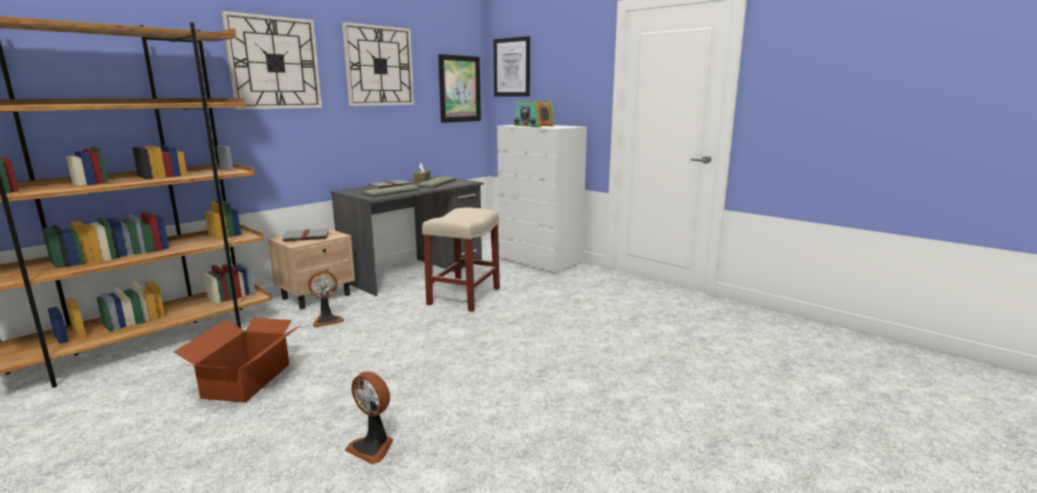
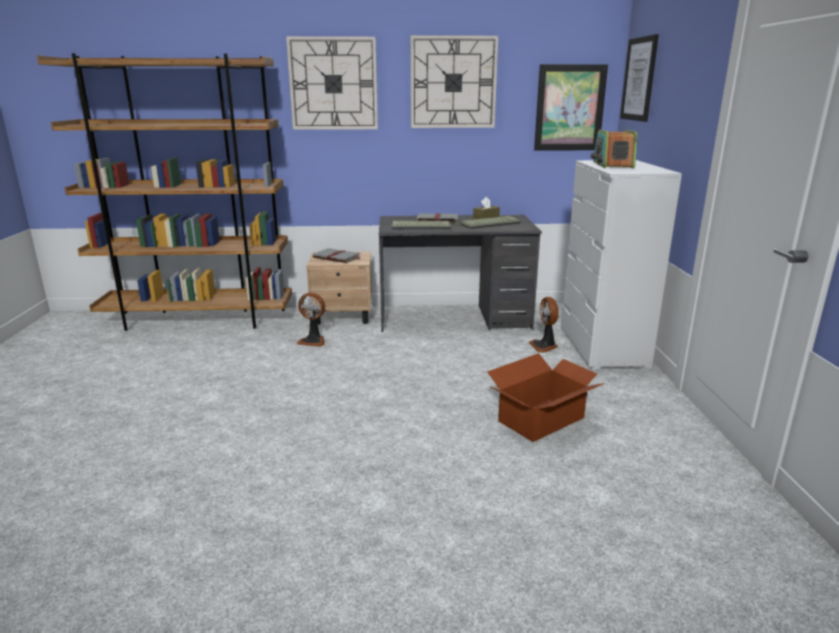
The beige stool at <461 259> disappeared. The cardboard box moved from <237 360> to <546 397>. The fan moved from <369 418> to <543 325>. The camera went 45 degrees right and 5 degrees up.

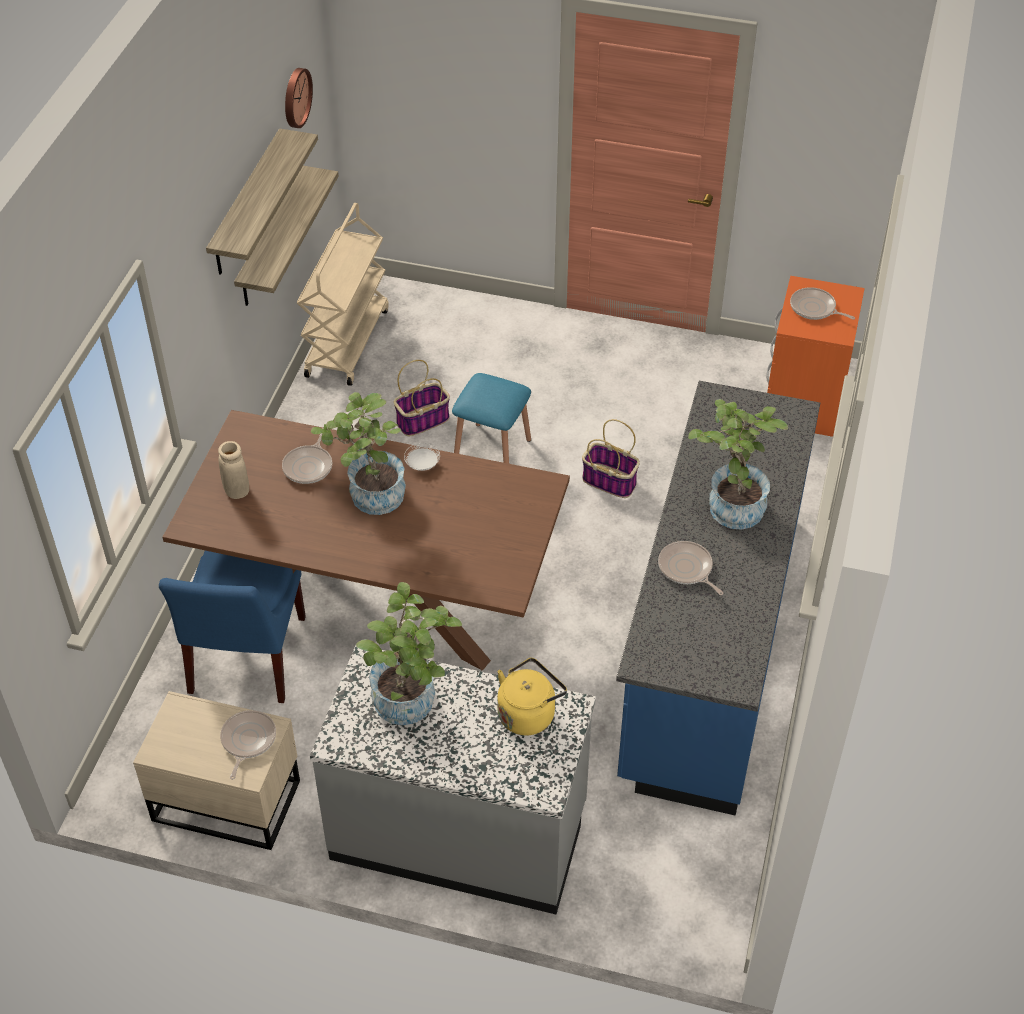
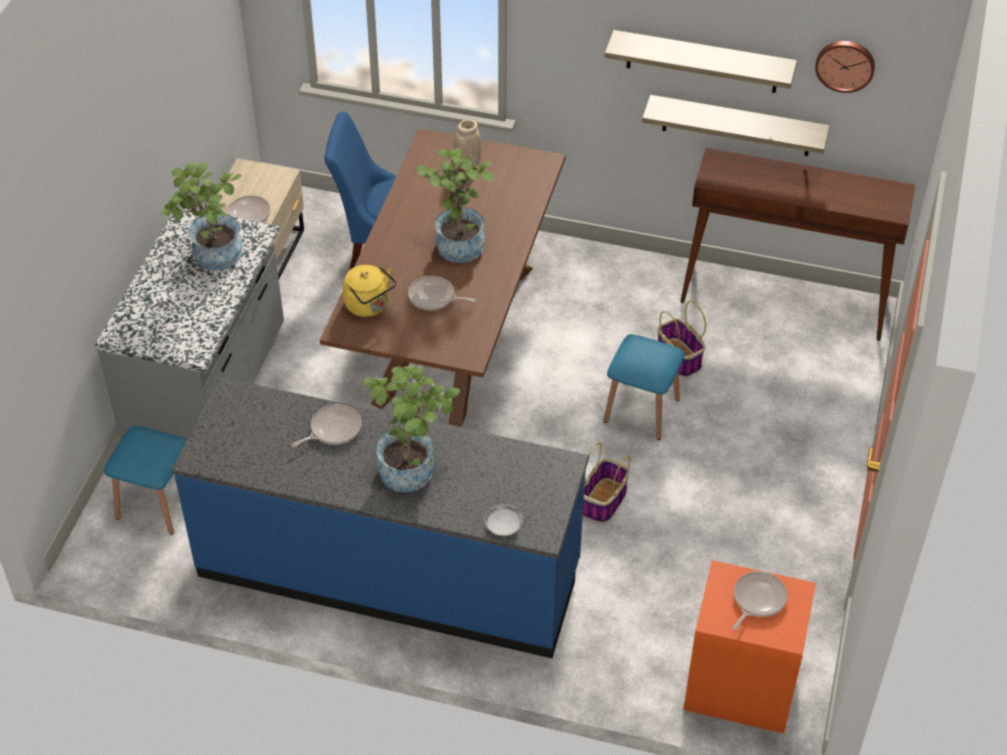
The blue stool at <145 480> appeared. The frying pan moved from <307 458> to <442 293>. The white plate moved from <422 457> to <504 520>. The yellow kettle moved from <532 697> to <369 291>. The beige cart at <343 294> was replaced by the brown console table at <797 244>. The camera went 90 degrees right and 0 degrees up.

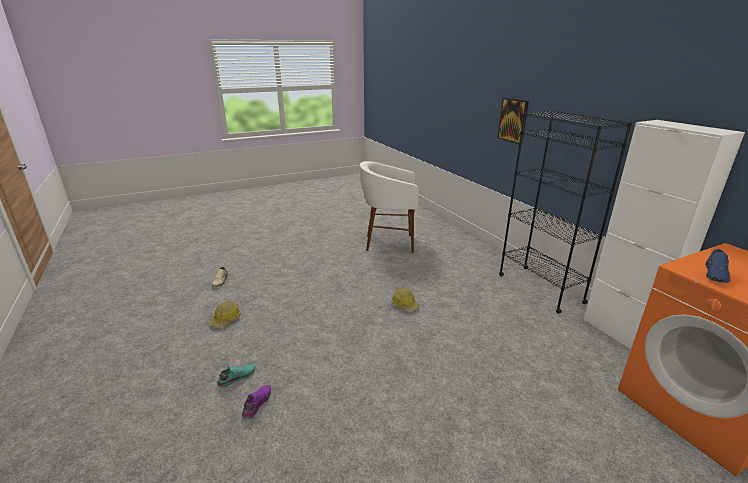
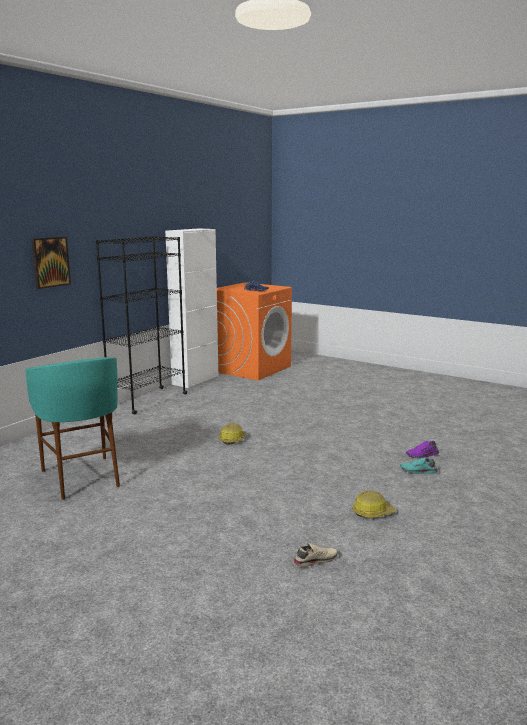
The white stool at <389 207> became the turquoise stool at <72 428>. The camera went 120 degrees left and 10 degrees down.

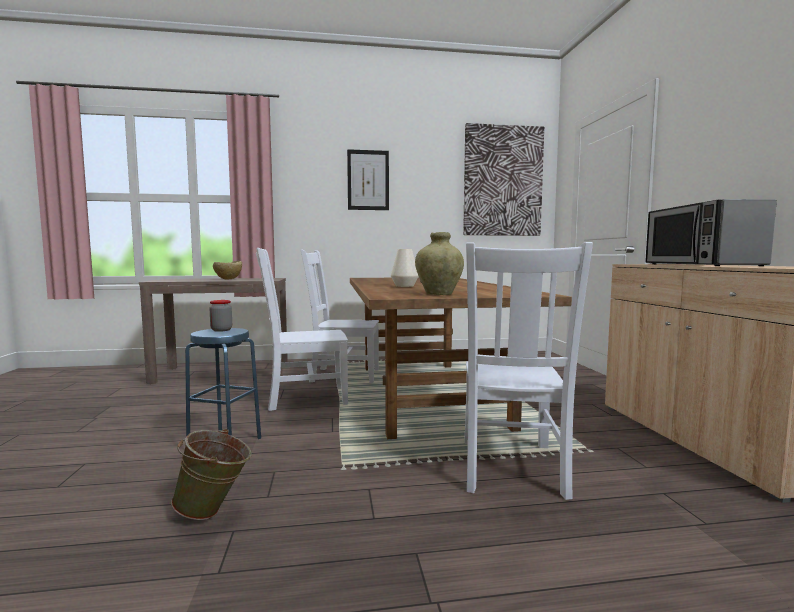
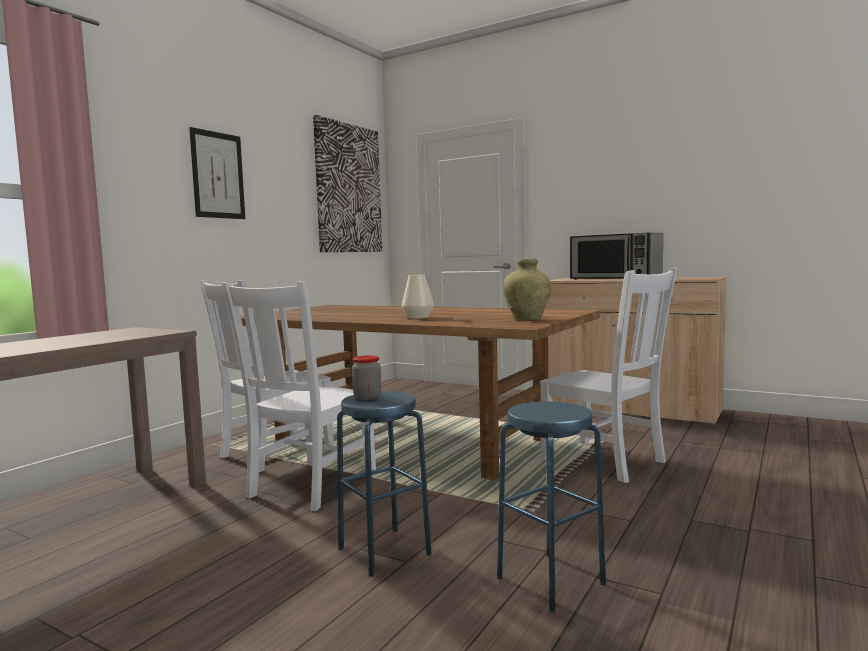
The beige bowl at <227 270> disappeared. The green bucket at <211 474> was replaced by the blue stool at <551 506>. The camera went 50 degrees left and 0 degrees up.

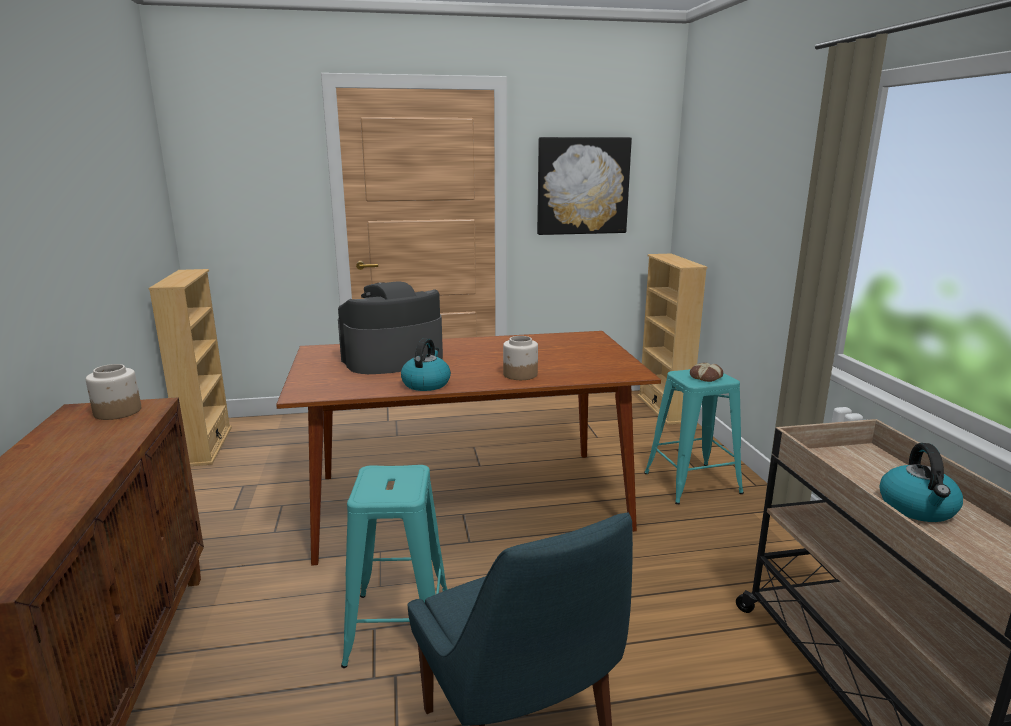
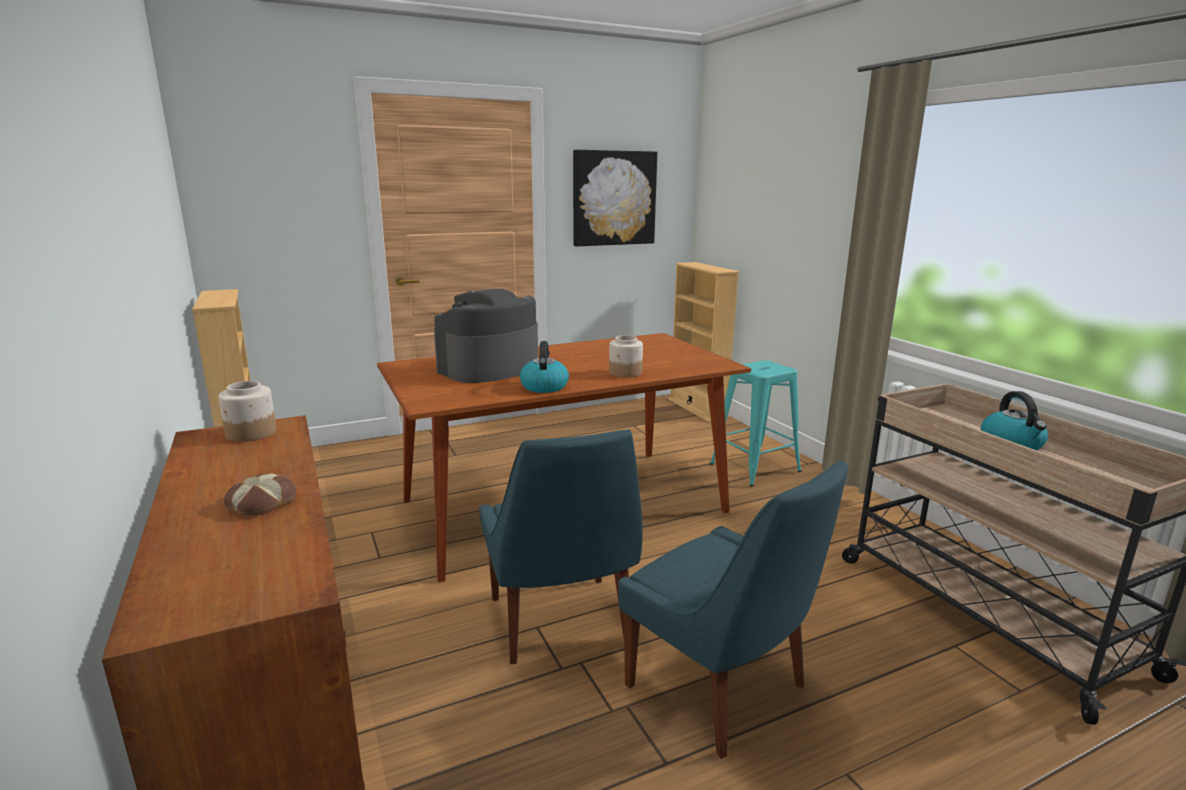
The bread moved from <706 372> to <260 494>. The turquoise stool at <394 566> was replaced by the blue chair at <561 547>. The camera went 15 degrees left and 0 degrees up.

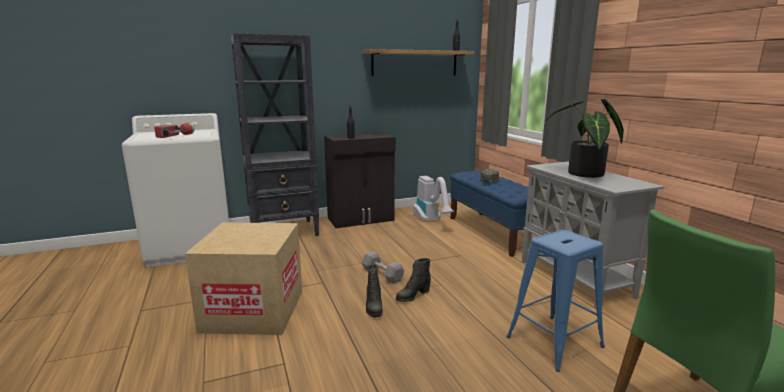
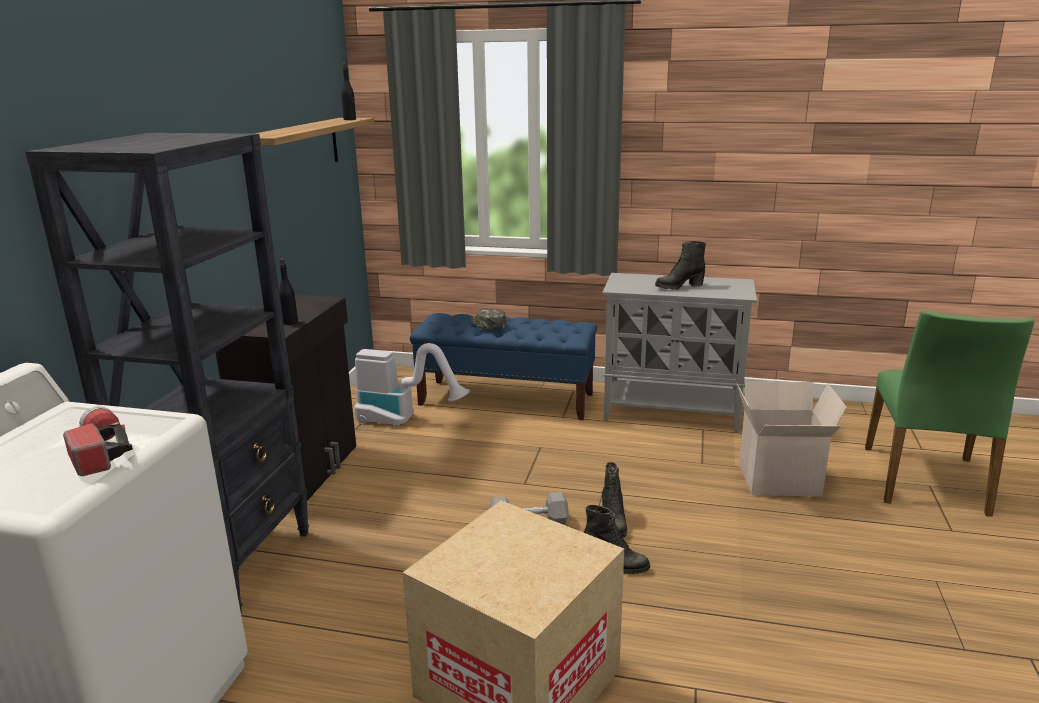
The blue stool at <555 301> was replaced by the cardboard box at <791 438>. The potted plant at <585 138> was replaced by the black boot at <680 265>. The camera went 55 degrees left and 5 degrees up.

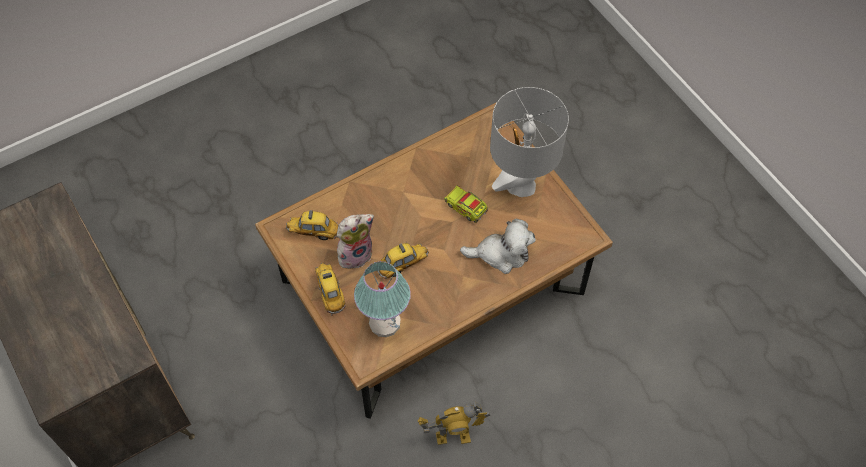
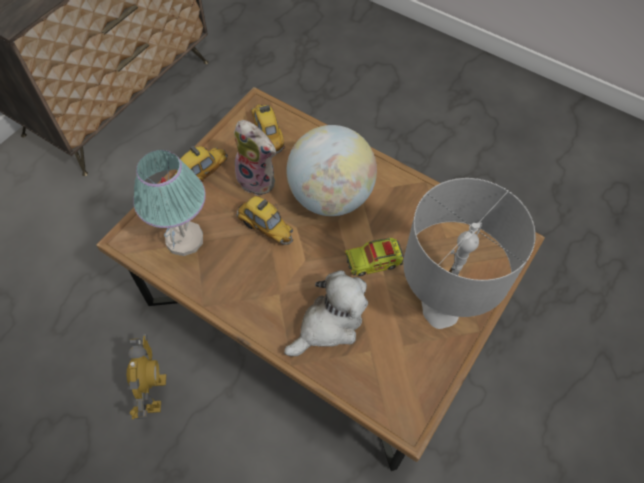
The globe at <331 170> appeared. The toy robot at <454 423> turned 150 degrees counterclockwise. The toy truck at <466 204> turned 120 degrees counterclockwise. The plush toy at <498 246> turned 105 degrees counterclockwise. The camera went 65 degrees right and 0 degrees up.

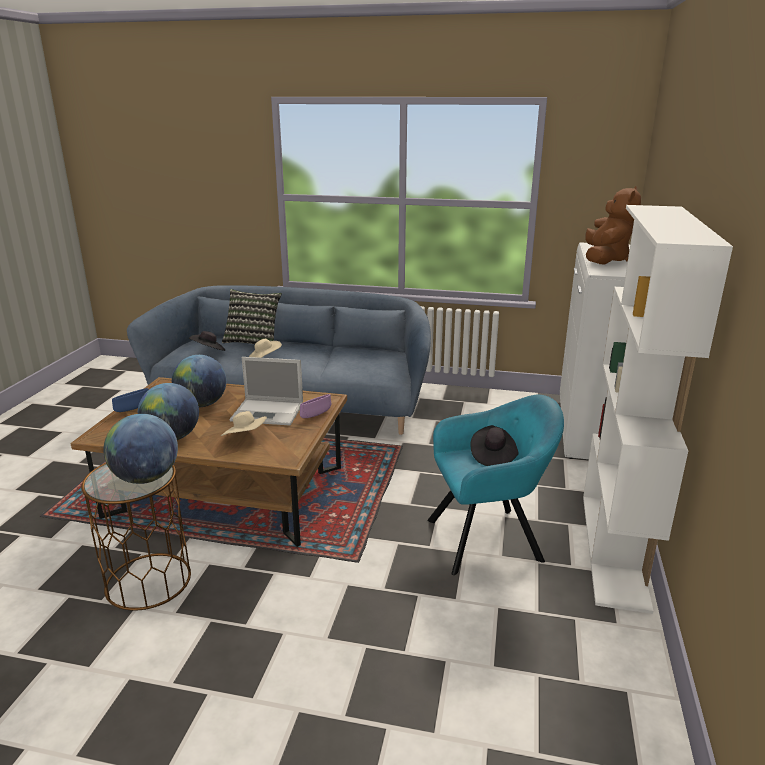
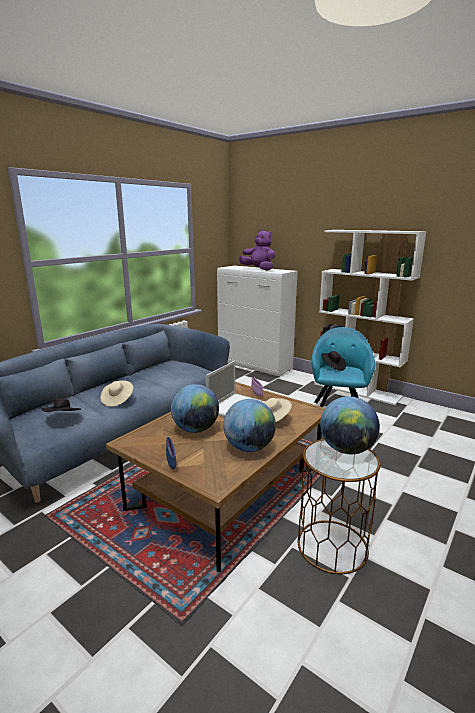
The pillow at <252 316> disappeared. The brown plush toy at <613 225> became the purple plush toy at <257 250>. The camera went 65 degrees left and 5 degrees down.

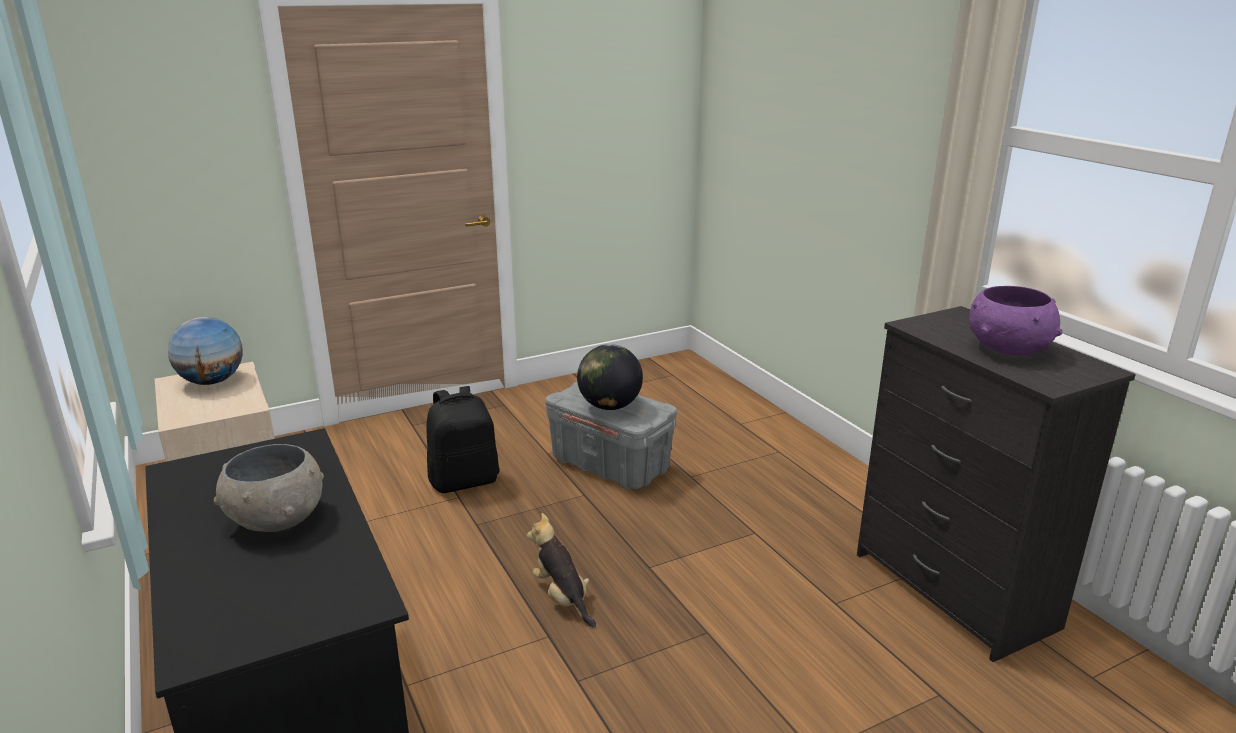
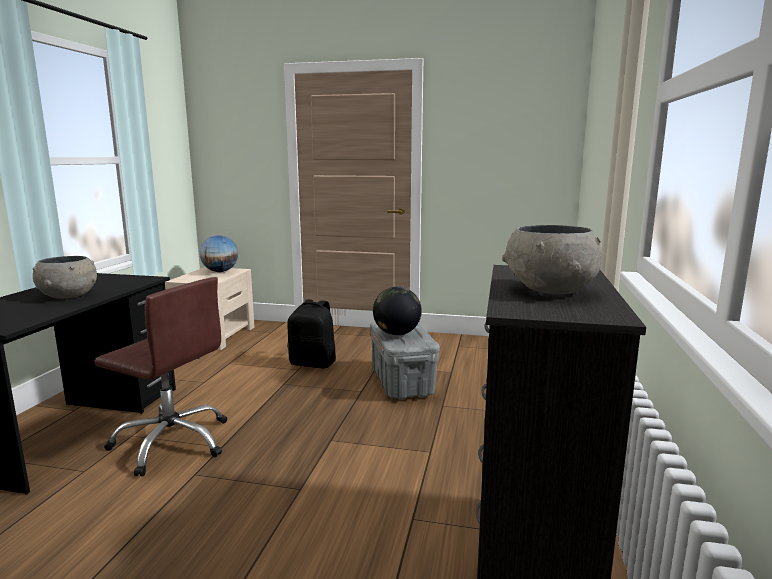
The plush toy at <561 570> disappeared. The brown office chair at <160 377> appeared. The purple bowl at <1015 321> became the grey bowl at <552 260>. The camera went 40 degrees right and 10 degrees down.

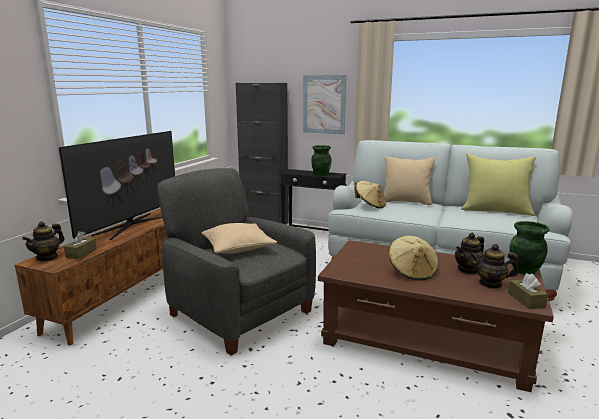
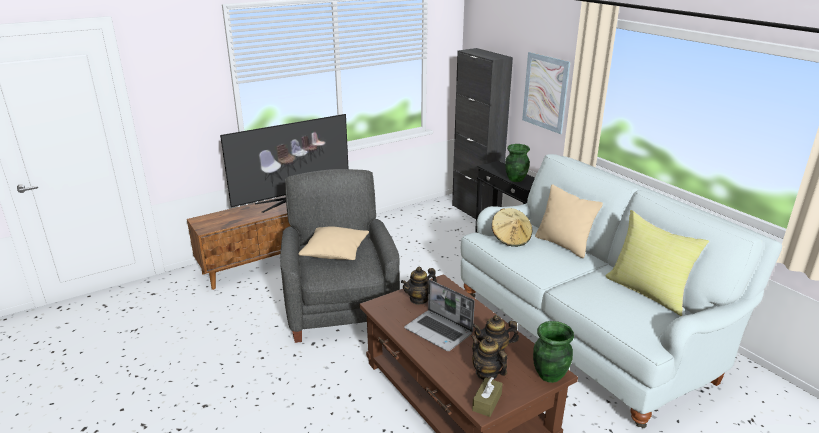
The brown tissue box at <80 245> disappeared. The teapot moved from <43 241> to <419 286>. The beige hat at <414 258> was replaced by the laptop at <439 315>. The camera went 35 degrees right and 10 degrees up.

